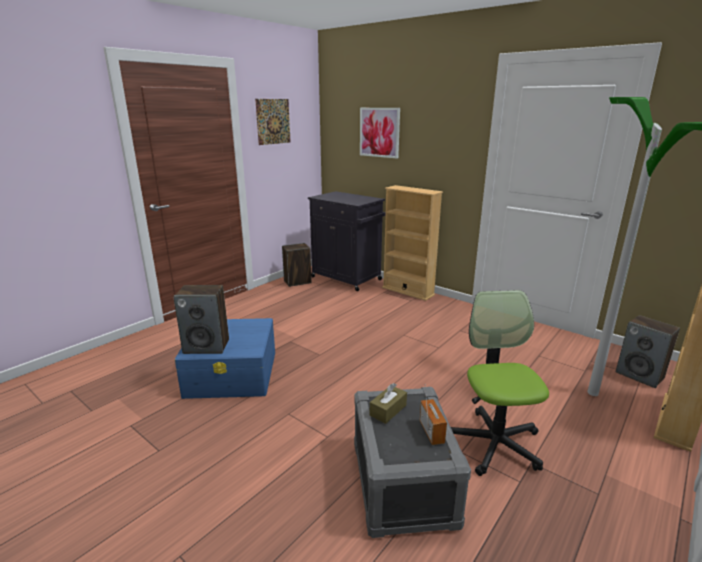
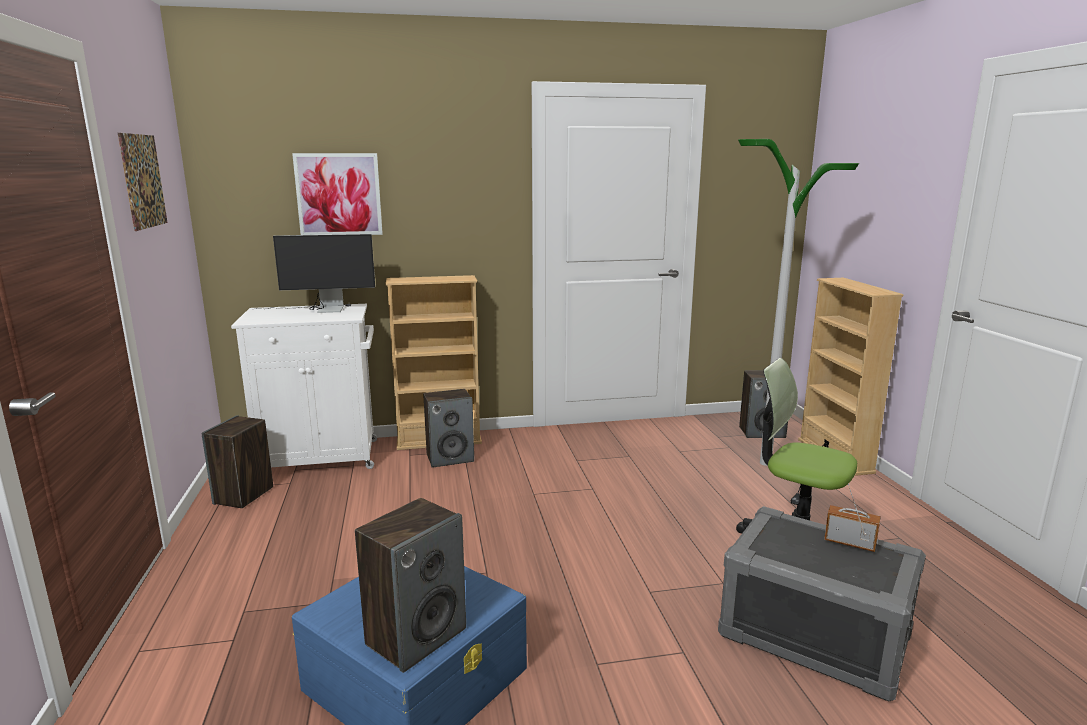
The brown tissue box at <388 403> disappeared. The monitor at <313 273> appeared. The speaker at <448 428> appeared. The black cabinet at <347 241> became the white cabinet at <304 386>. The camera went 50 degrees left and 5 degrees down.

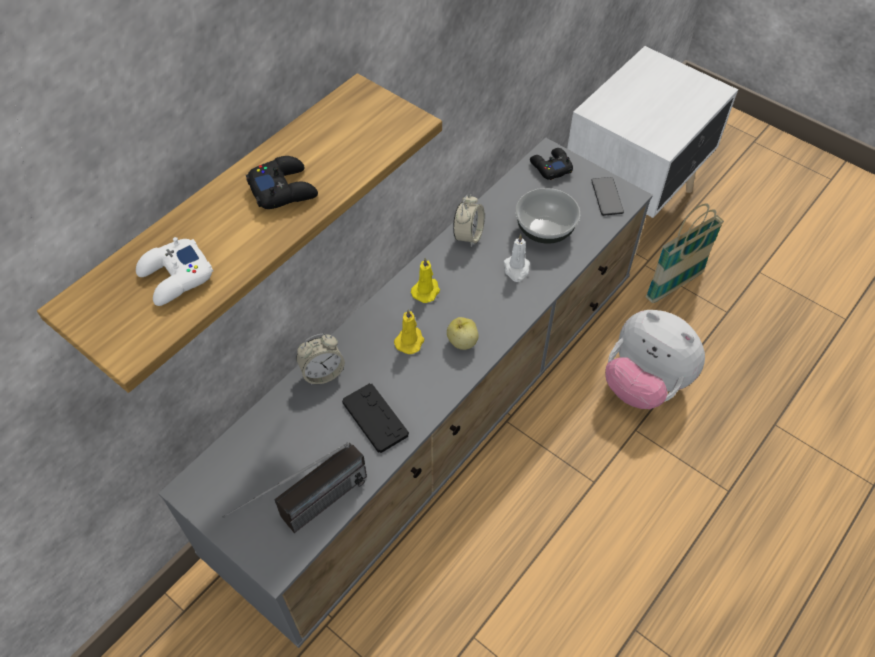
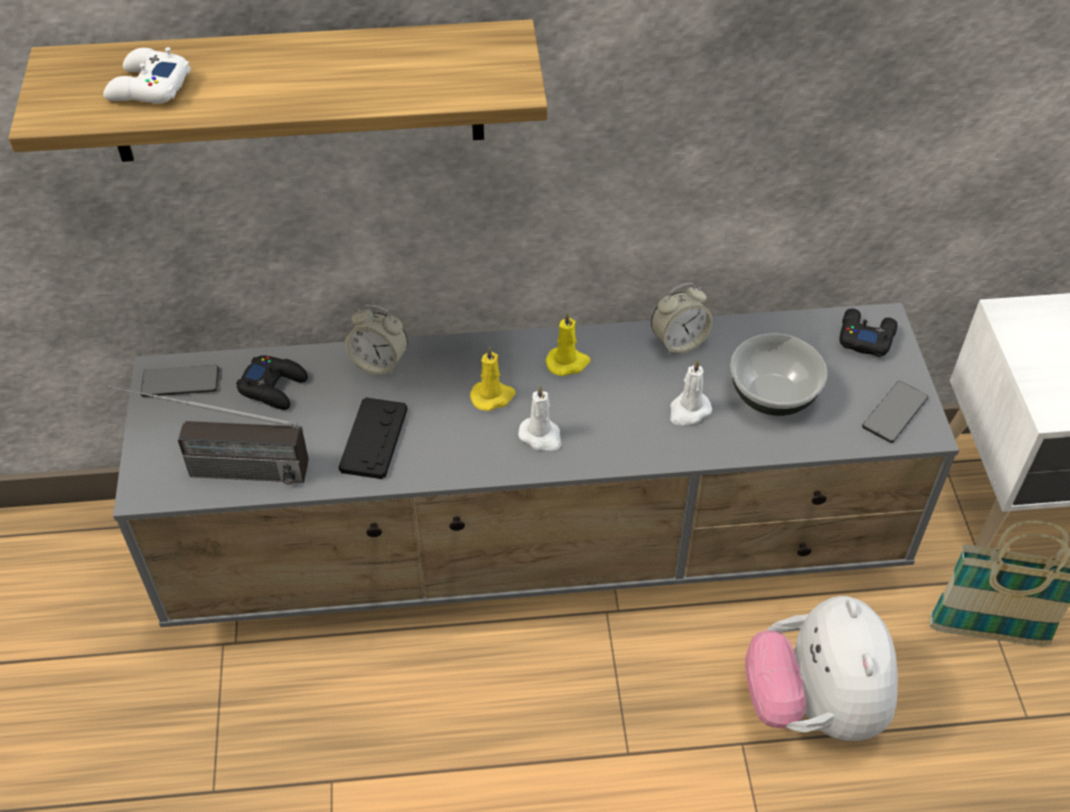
The phone at <180 381> appeared. The black game controller moved from <282 182> to <272 382>. The apple at <463 333> was replaced by the white candle at <539 418>. The camera went 45 degrees right and 5 degrees down.

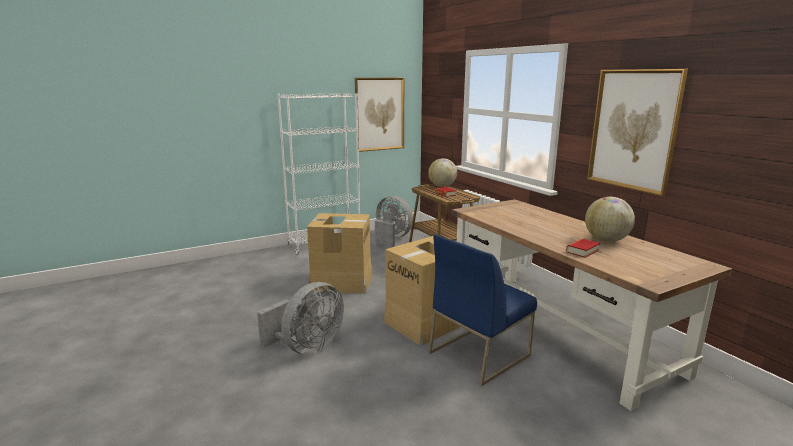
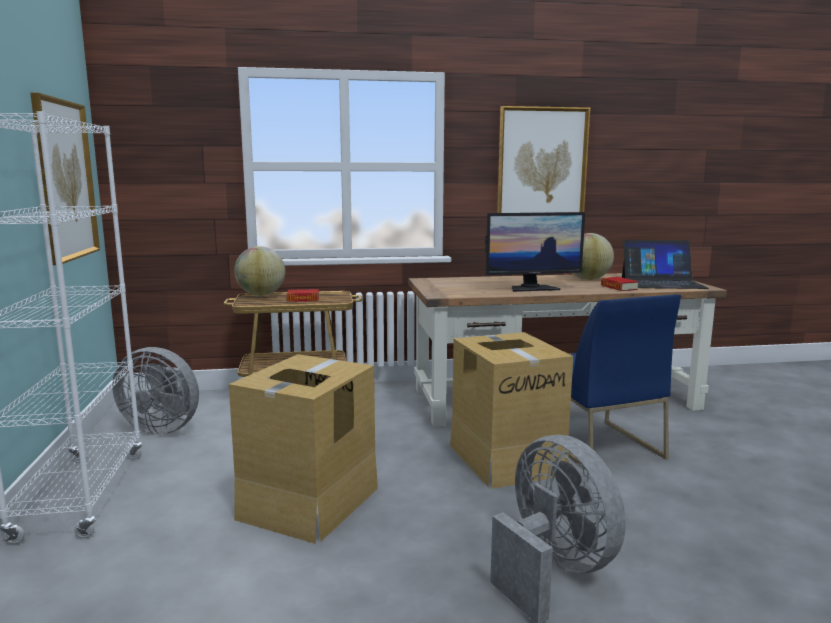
The monitor at <535 252> appeared. The laptop at <665 264> appeared. The grey fan at <394 221> turned 135 degrees counterclockwise. The camera went 70 degrees left and 5 degrees down.

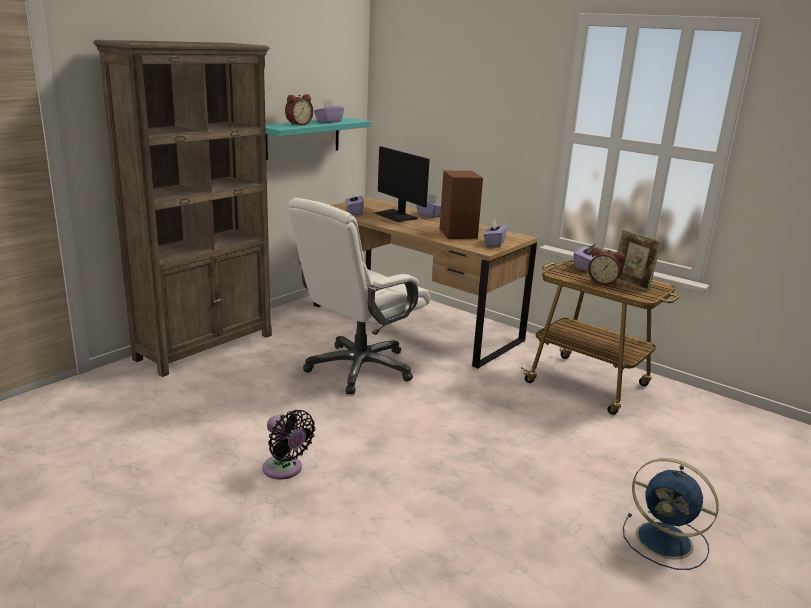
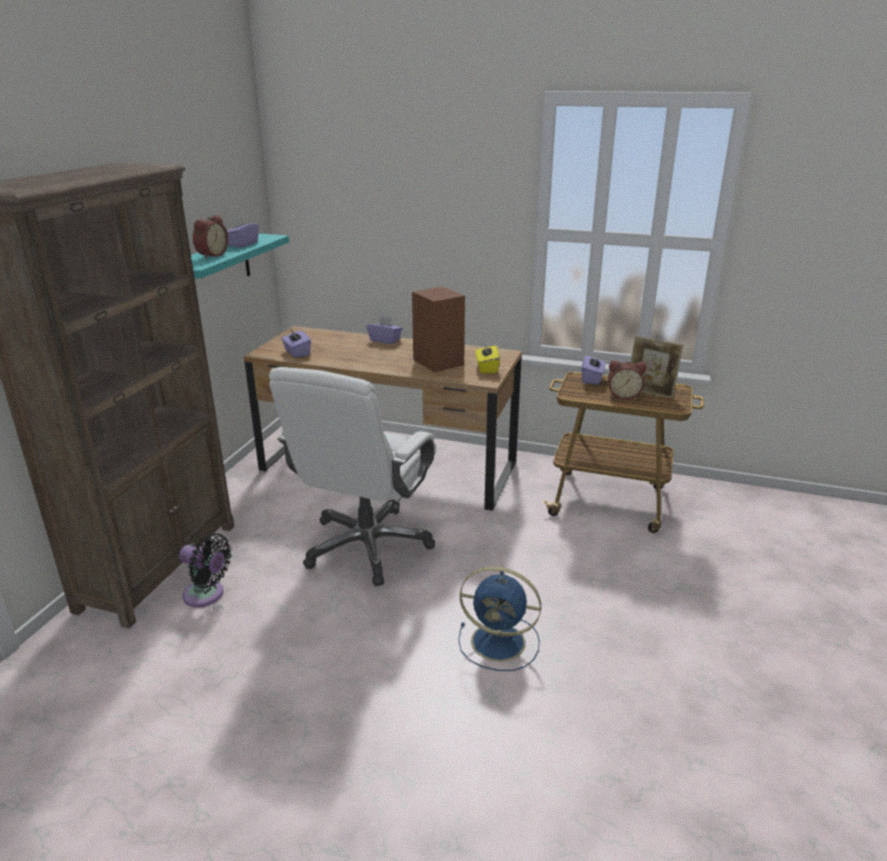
The monitor at <402 184> disappeared. The black fan moved from <289 445> to <205 570>. The blue fan moved from <671 514> to <499 619>. The purple tissue box at <495 233> became the yellow tissue box at <487 357>. The camera went 20 degrees left and 5 degrees up.

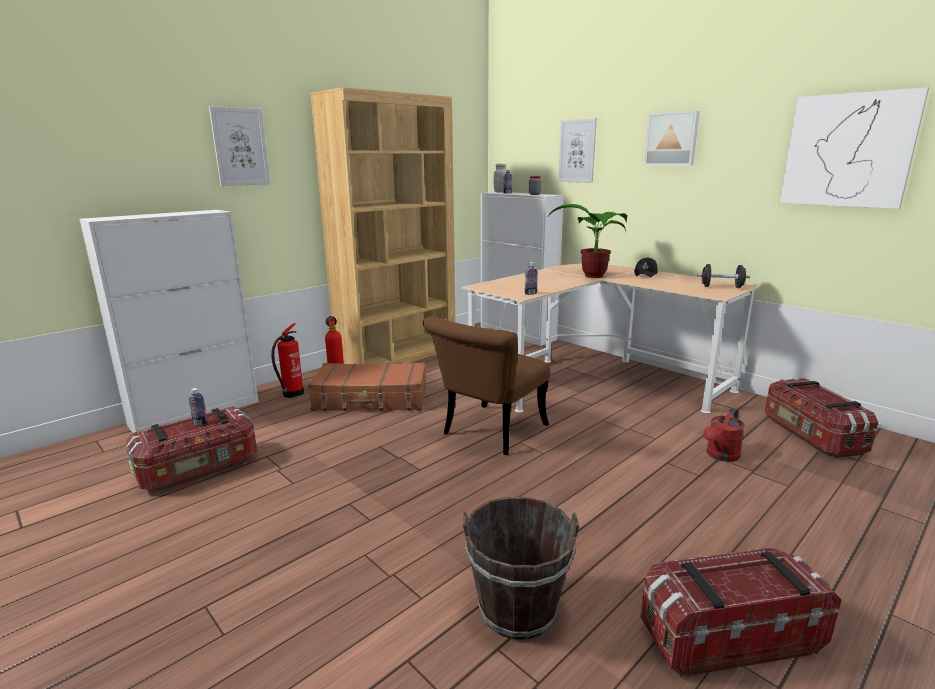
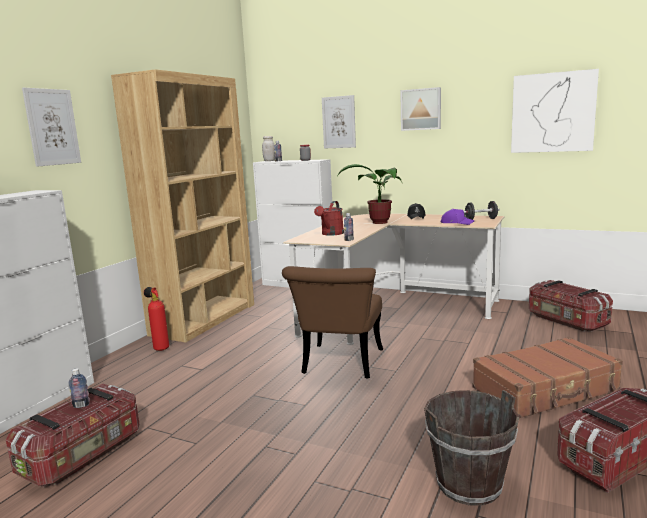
The fire extinguisher at <287 360> disappeared. The purple cap at <457 217> appeared. The brown suitcase moved from <367 386> to <547 377>. The red watering can moved from <724 435> to <329 218>. The camera went 20 degrees left and 5 degrees down.

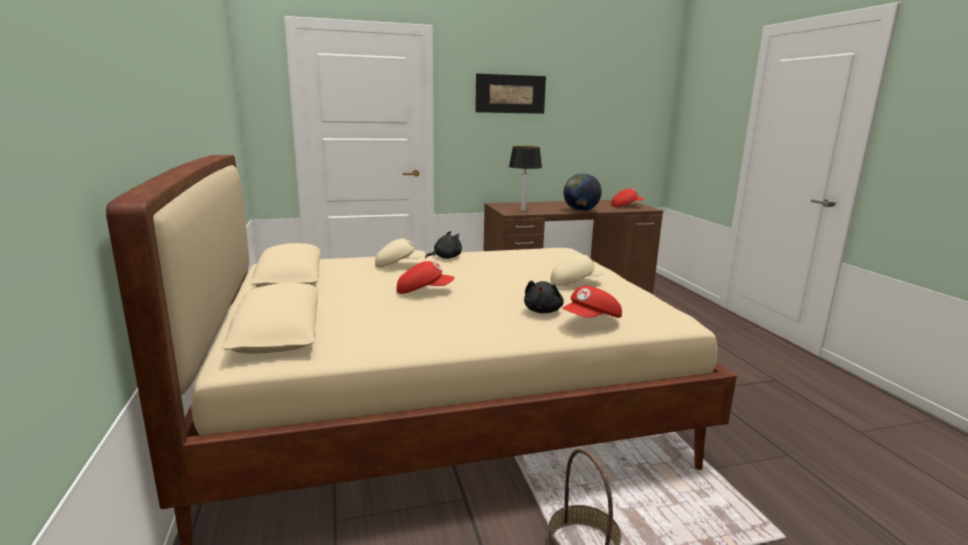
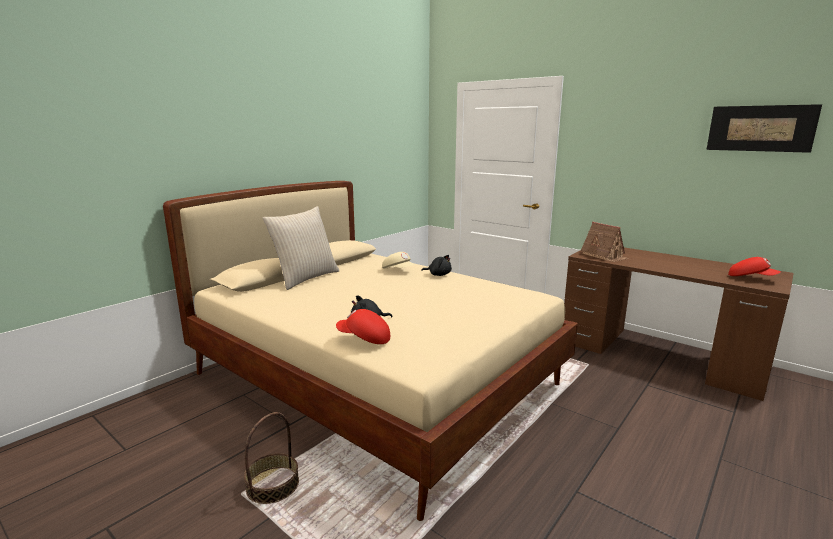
The red cap at <426 277> disappeared. The beige cap at <577 270> disappeared. The globe at <583 192> disappeared. The beige pillow at <301 248> appeared. The picture moved from <510 94> to <764 128>. The table lamp at <525 178> was replaced by the toy house at <605 242>. The camera went 55 degrees right and 0 degrees up.

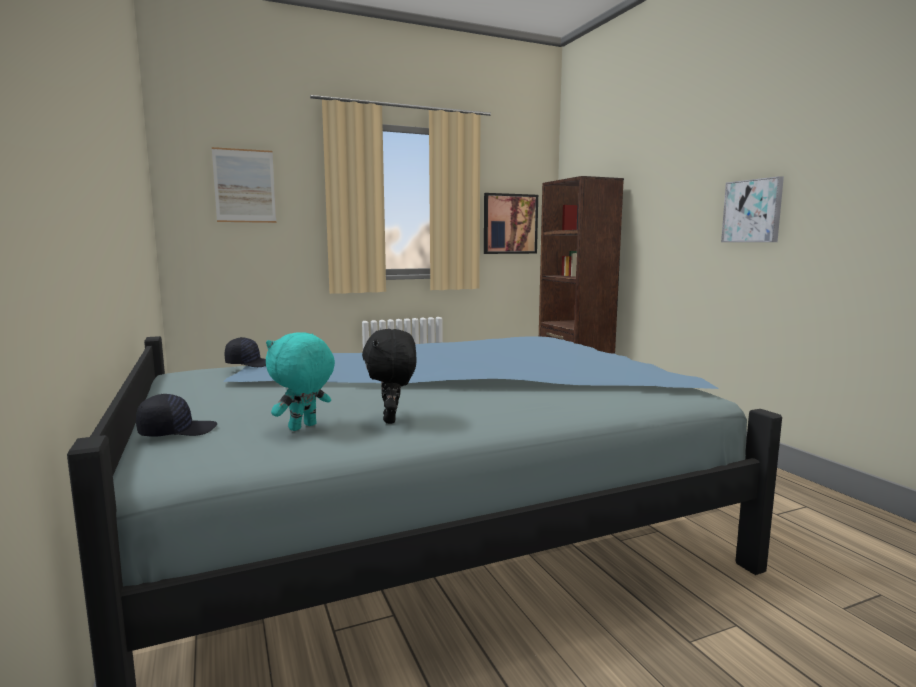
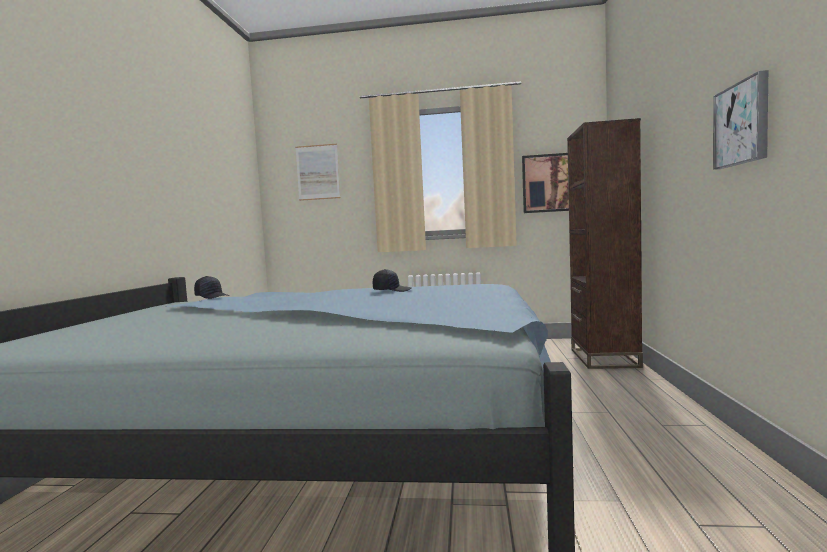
The turquoise plush toy at <300 381> disappeared. The black plush toy at <389 376> disappeared. The black cap moved from <176 415> to <392 280>. The camera went 30 degrees right and 5 degrees down.

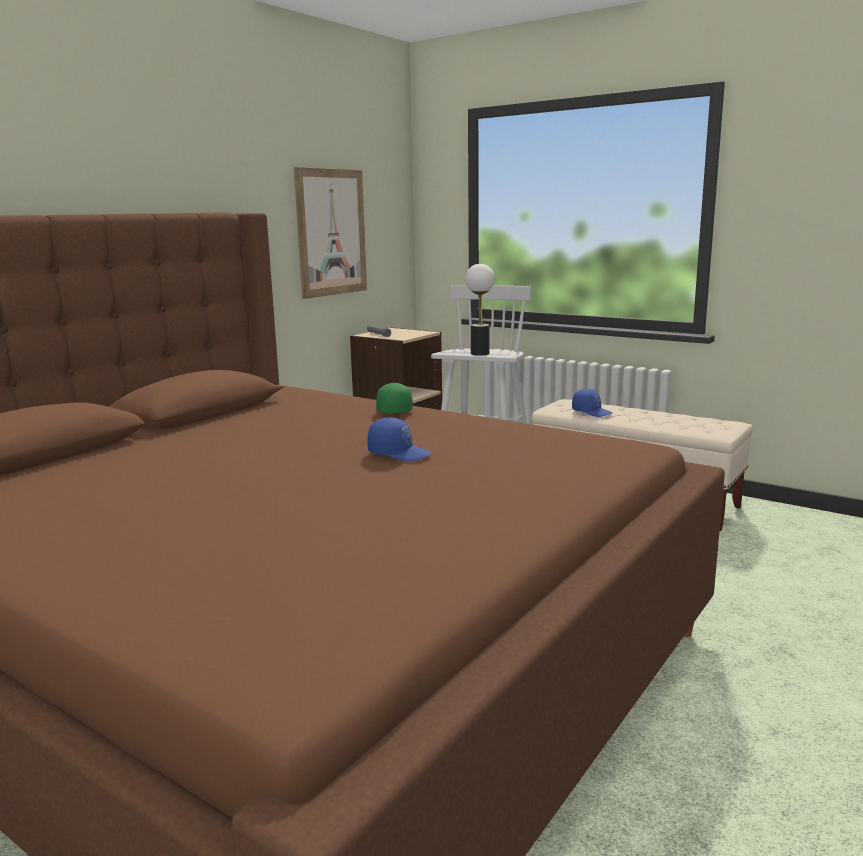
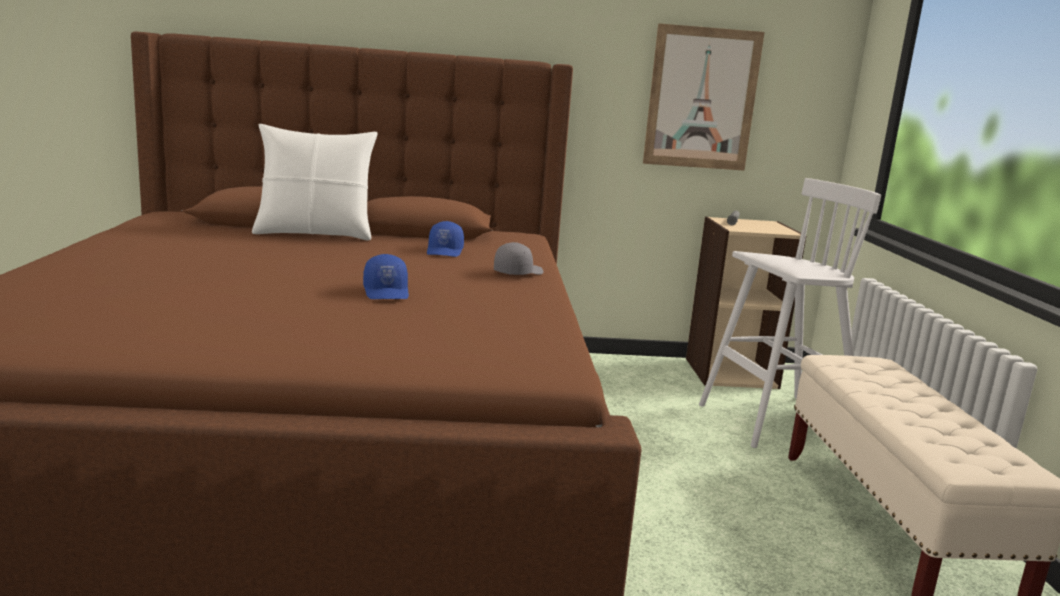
The table lamp at <480 310> disappeared. The white pillow at <315 182> appeared. The blue cap moved from <592 402> to <445 239>. The green cap at <394 398> became the grey cap at <519 258>. The camera went 50 degrees right and 0 degrees up.

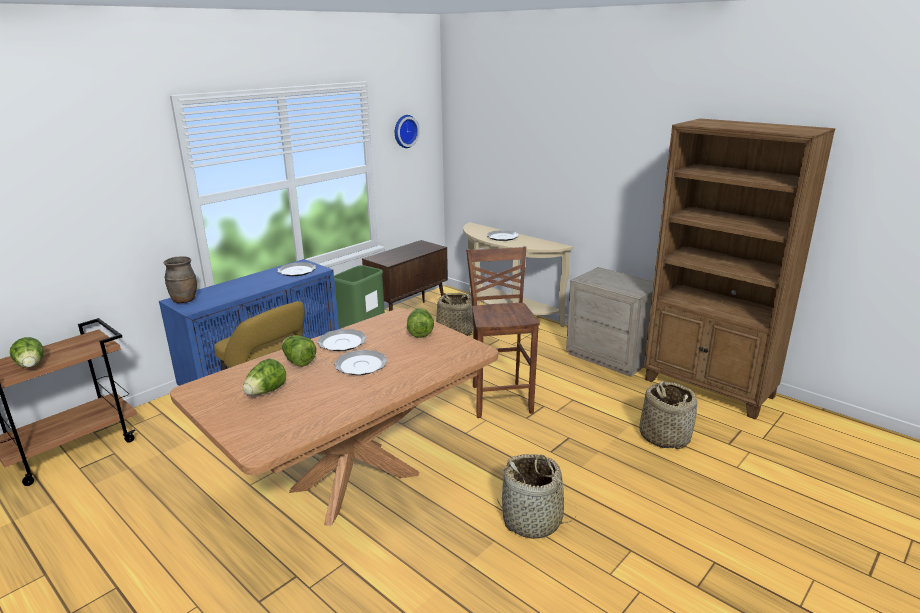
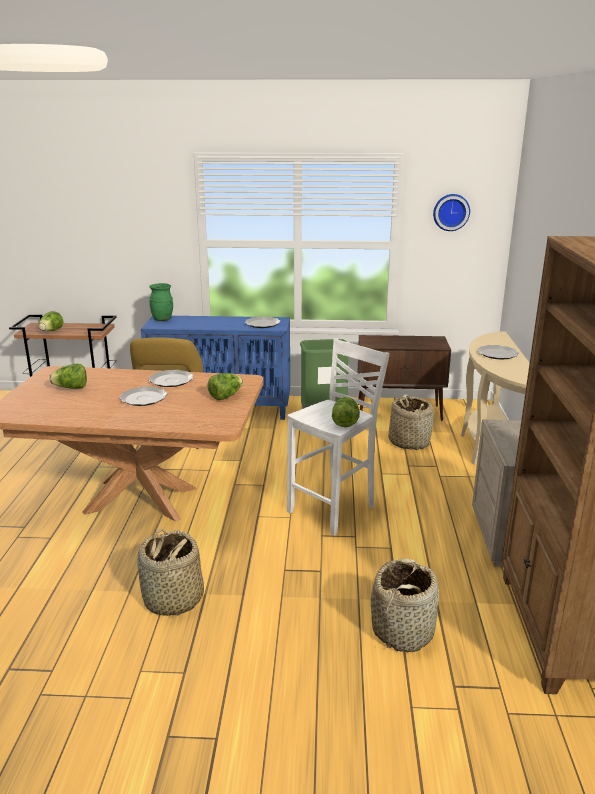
The lettuce moved from <299 351> to <346 412>. The brown vase at <180 280> became the green vase at <161 302>. The brown stool at <503 332> became the white stool at <338 437>. The camera went 50 degrees right and 0 degrees up.

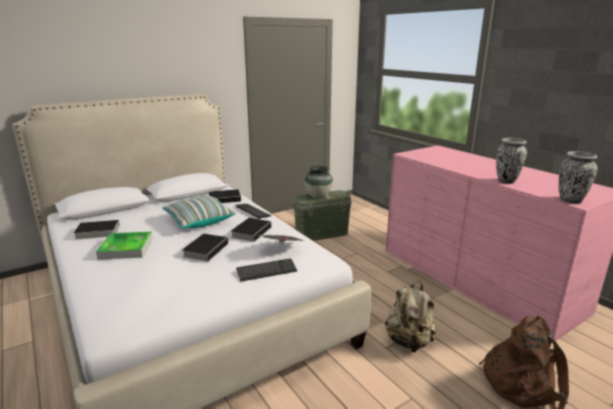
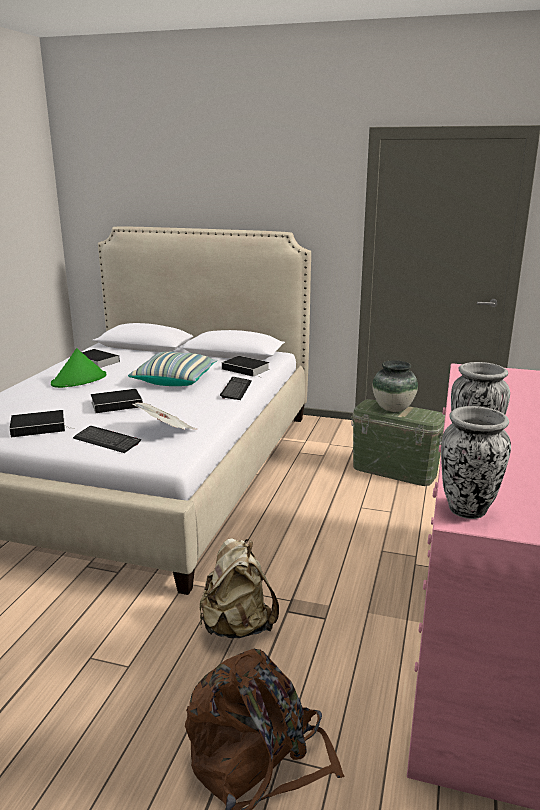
The book moved from <252 230> to <41 423>. The tray at <124 246> was replaced by the green hat at <78 368>. The camera went 50 degrees right and 0 degrees up.

